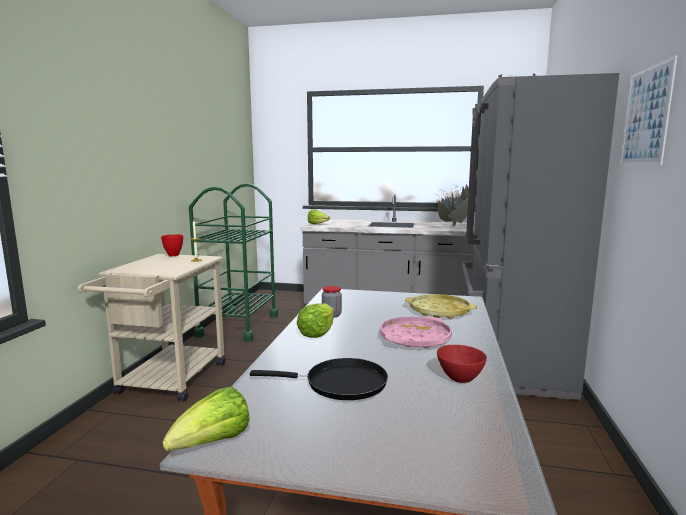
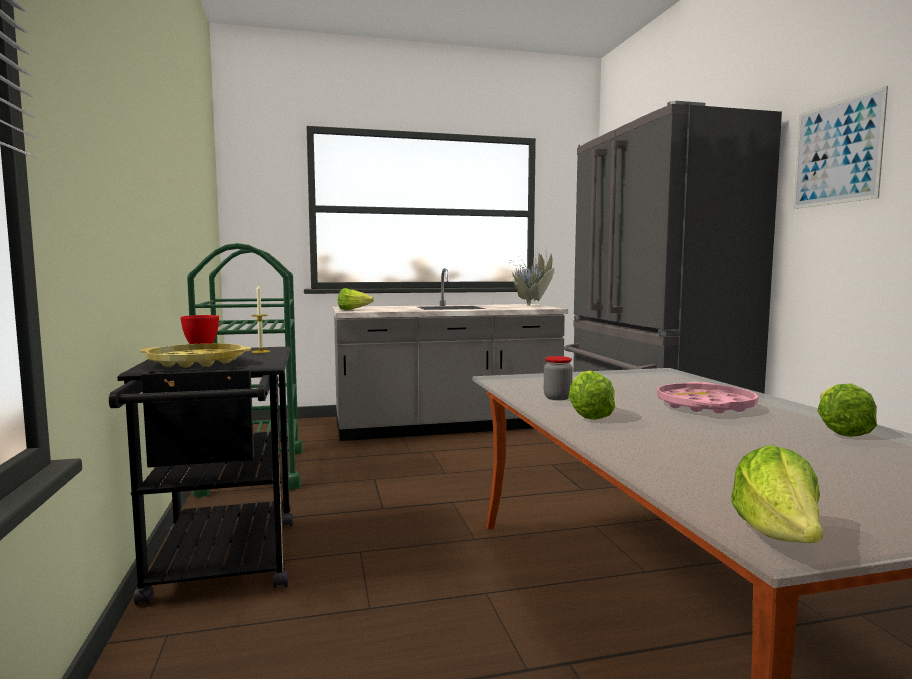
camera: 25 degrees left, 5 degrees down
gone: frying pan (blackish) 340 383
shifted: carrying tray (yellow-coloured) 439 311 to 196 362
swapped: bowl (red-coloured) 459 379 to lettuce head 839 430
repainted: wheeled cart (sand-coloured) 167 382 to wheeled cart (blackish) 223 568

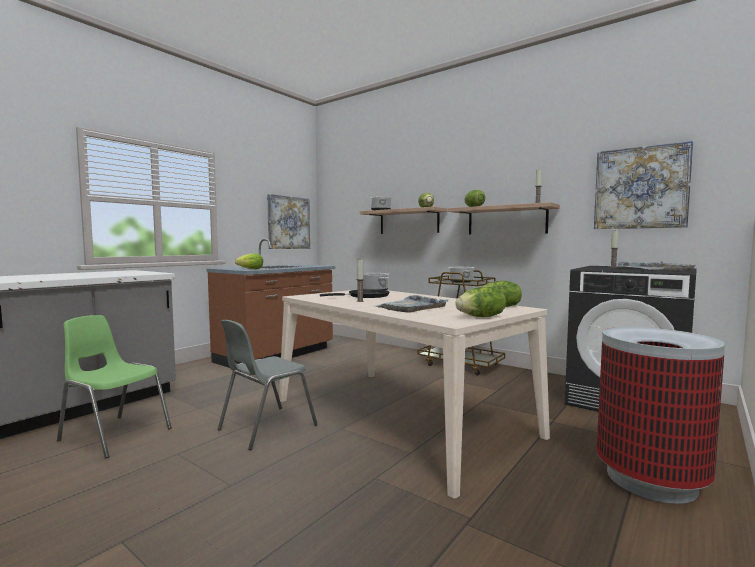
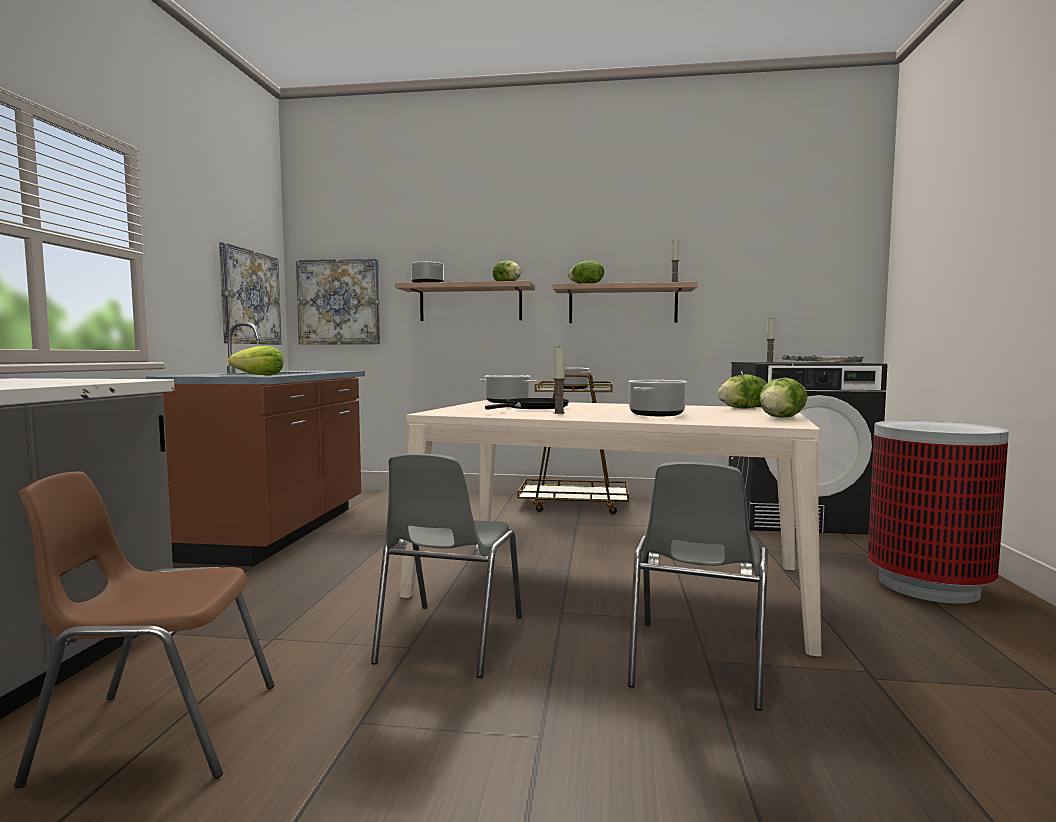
camera: 30 degrees left, 0 degrees up
new: upright chair (gray) 696 663
shifted: wall art 640 188 to 339 302
swapped: carrying tray (gray) 411 307 to stockpot 656 414
repainted: upright chair (greenish) 114 434 to upright chair (brown) 157 732

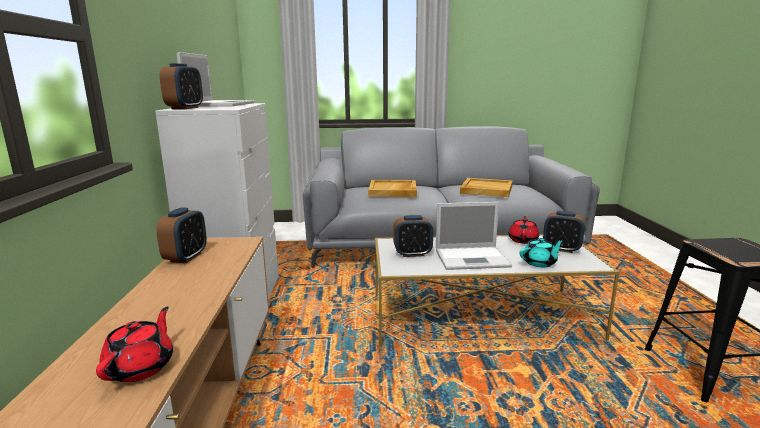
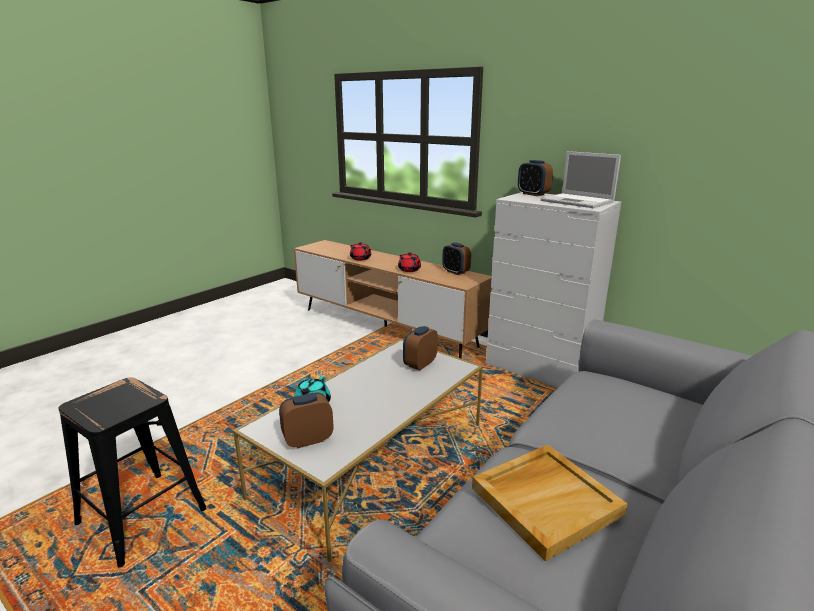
camera: 130 degrees right, 5 degrees up
gone: carrying tray (sand-coloured) 393 191; laptop 473 258
shifted: tea pot (red-coloured) 523 240 to 409 270

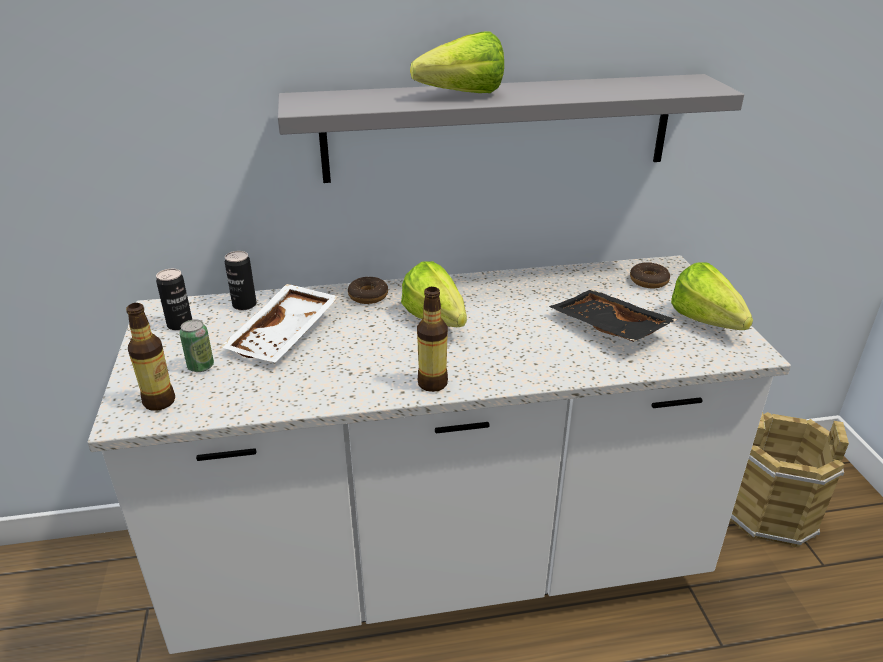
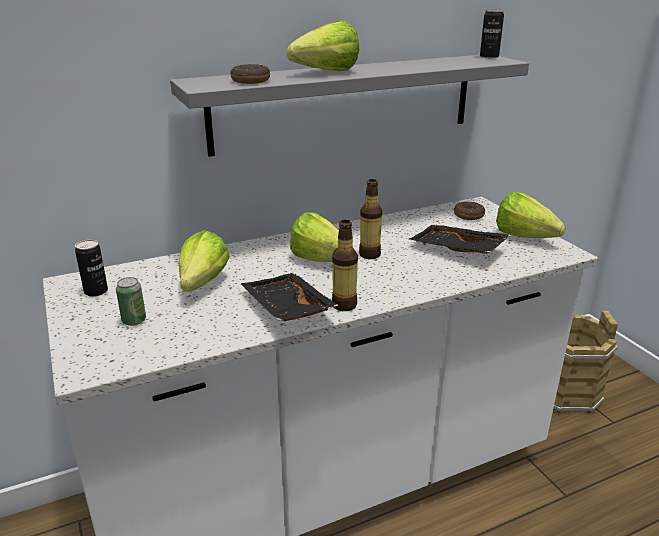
camera: 15 degrees left, 5 degrees down
new: carrying tray (blackish) 285 308
shifted: beverage bottle 159 401 to 369 254; metal can 244 305 to 489 57; doughnut 368 296 to 250 81
swapped: carrying tray (whitish) 285 335 to lettuce head 199 287

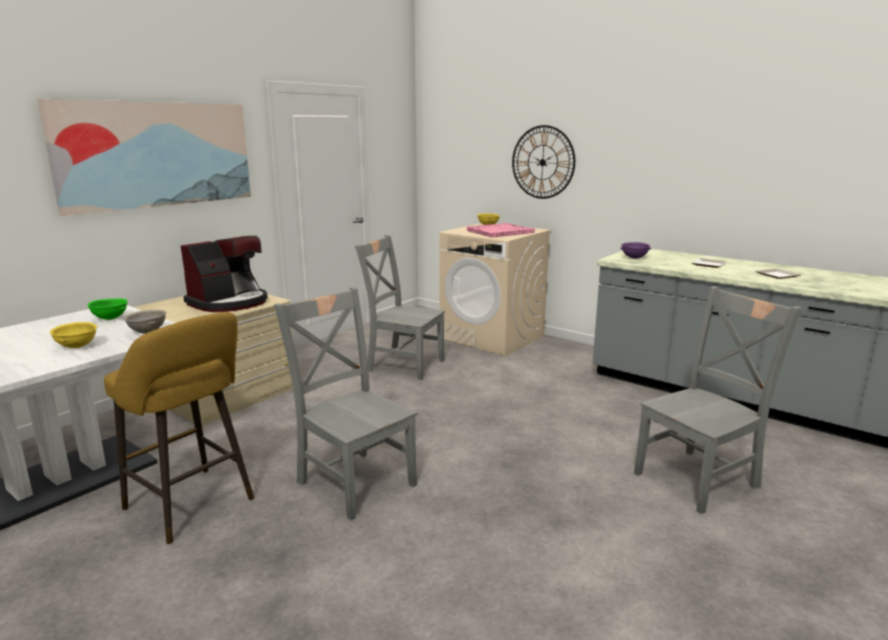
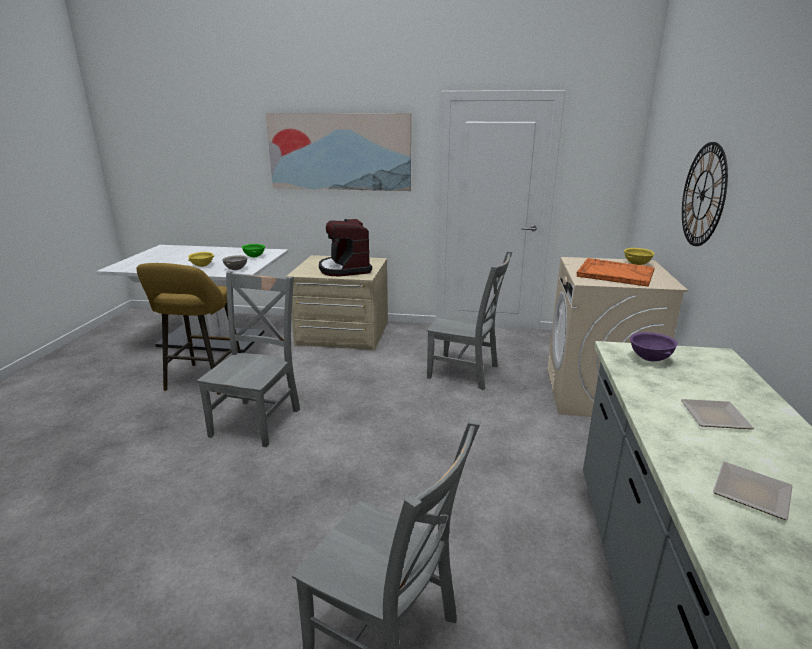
camera: 60 degrees right, 5 degrees up
repainted: carrying tray (pink-coloured) 499 232 to carrying tray (orangey) 614 274
rotated: coffee machine 229 302 = 345 269 60 degrees clockwise; upright chair (gray) 403 365 = 466 372 120 degrees clockwise

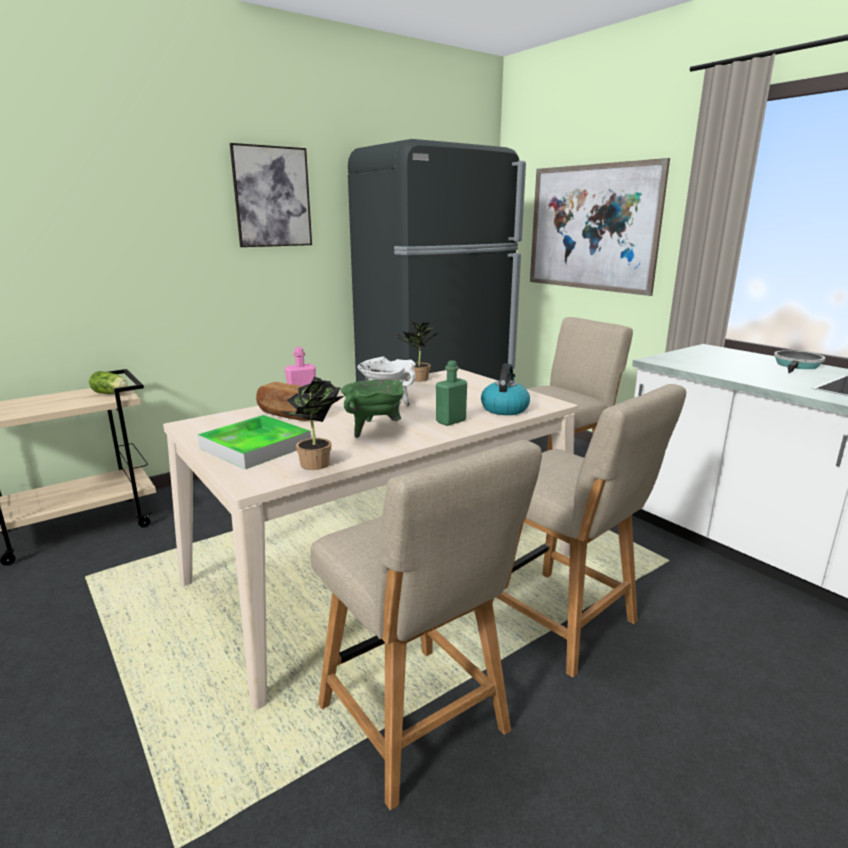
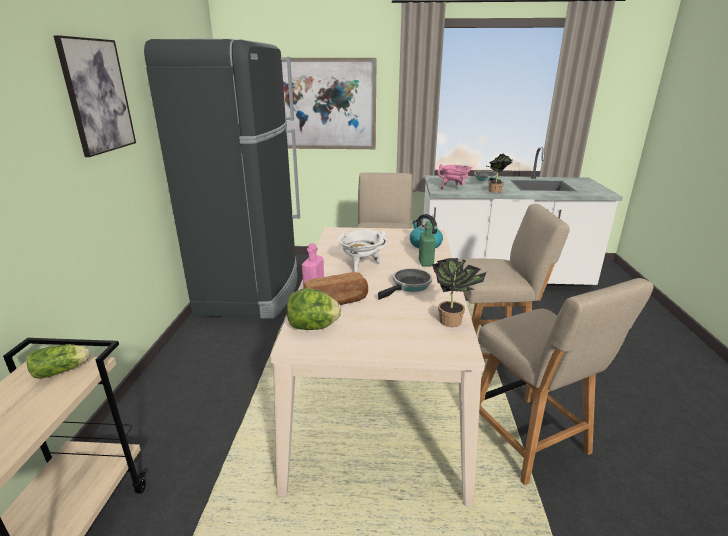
camera: 50 degrees left, 5 degrees up
gone: carrying tray 255 447
new: lettuce head 313 327; stockpot (pink-coloured) 454 188
shifted: plant in a pot 416 379 to 495 191
swapped: stockpot (greenish) 374 429 to frying pan 410 286
rotated: upright chair (sand-coloured) 417 724 = 530 441 60 degrees clockwise

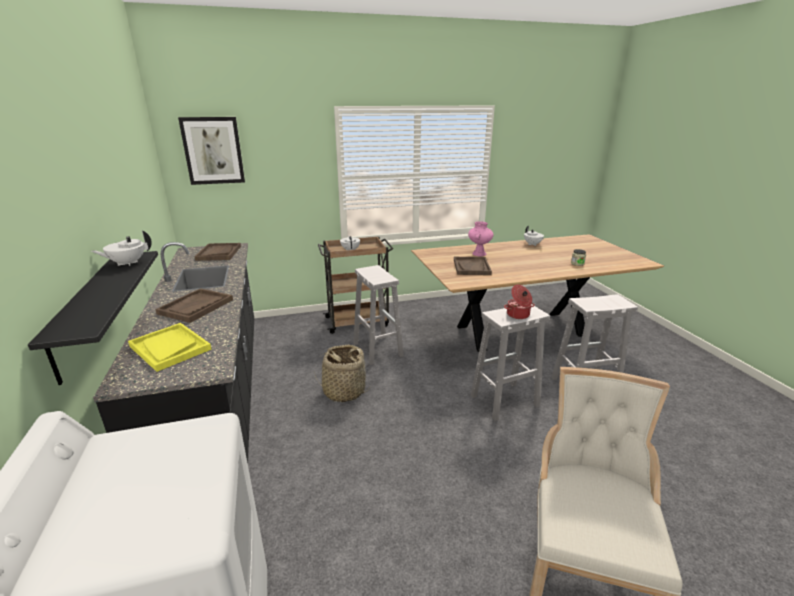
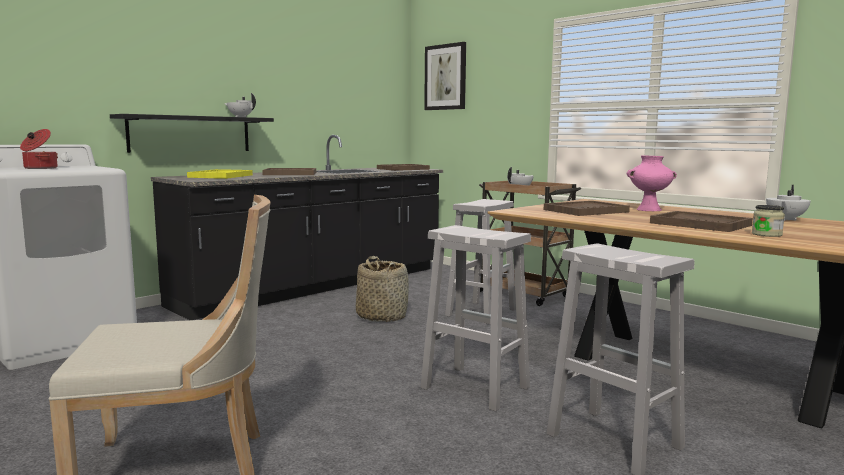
camera: 60 degrees right, 15 degrees down
new: carrying tray (brown) 700 224
shifted: stockpot 518 315 to 39 168

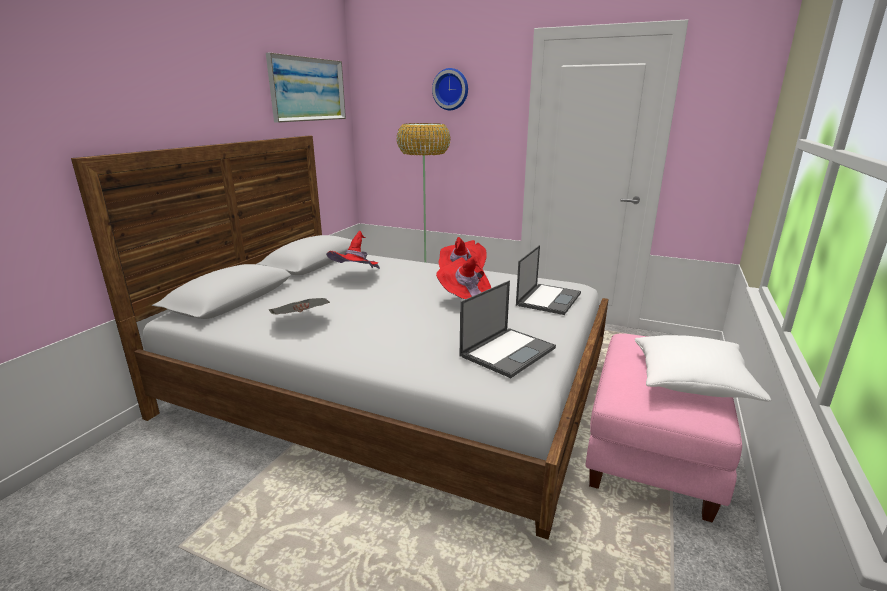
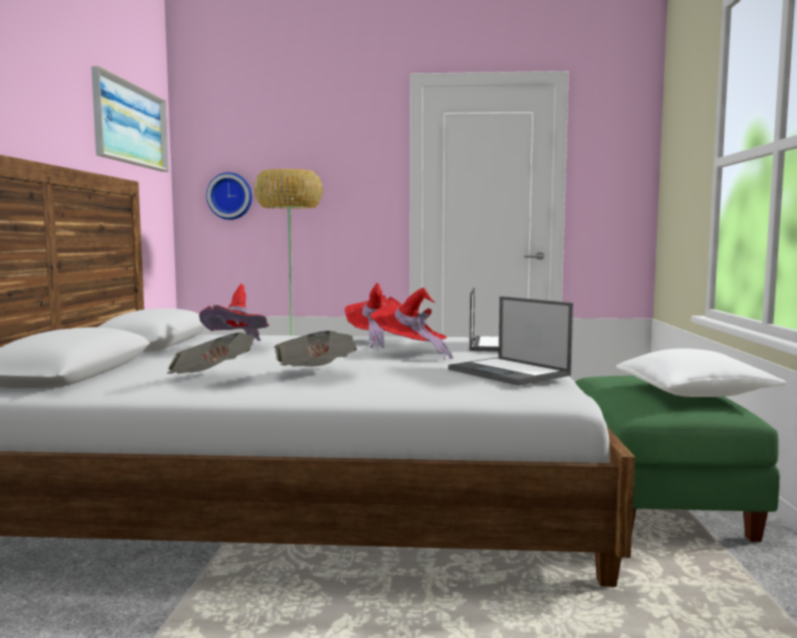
camera: 20 degrees left, 15 degrees down
new: printed paper 315 374
shifted: hanging clock 451 89 to 230 196
repainted: footrest (pink-coloured) 649 450 to footrest (greenish) 654 499
rotated: laptop 508 351 = 510 372 120 degrees clockwise

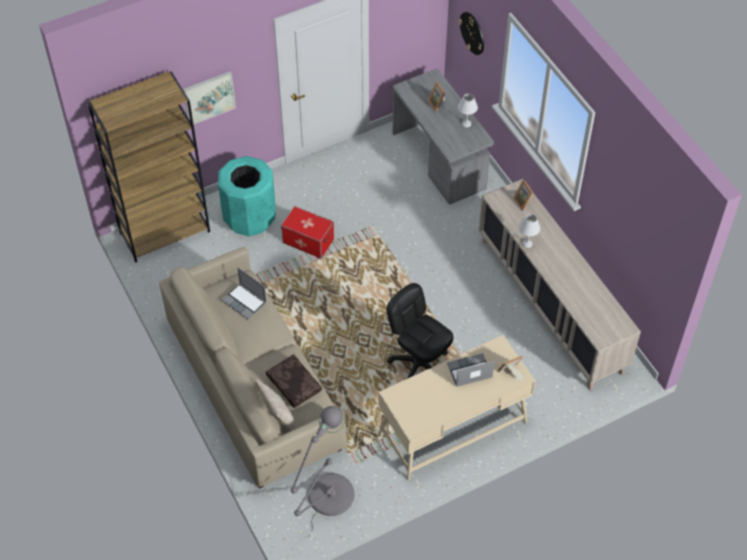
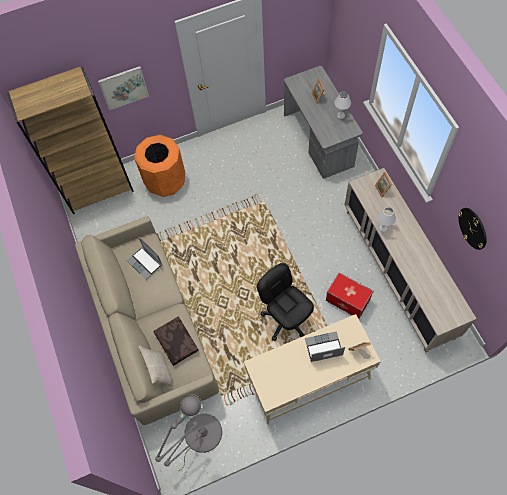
camera: 10 degrees right, 10 degrees up
shifted: storage bin 308 241 to 347 300; hanging clock 472 33 to 473 228
repainted: rubbish bin (turquoise-coloured) 250 218 to rubbish bin (orangey) 165 181

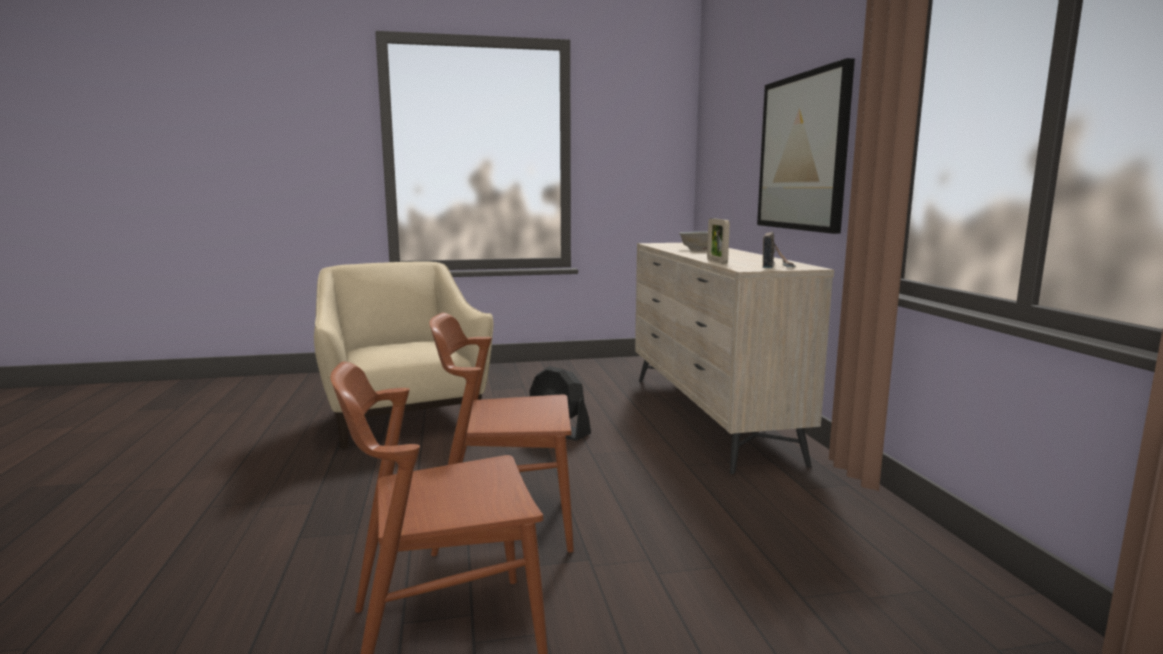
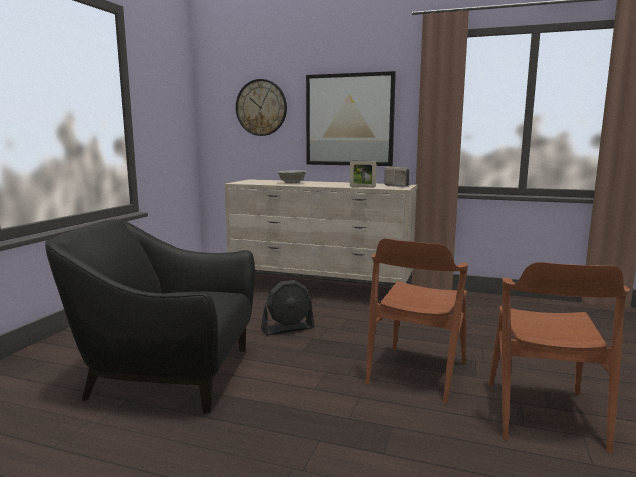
camera: 60 degrees left, 0 degrees up
new: hanging clock 261 107
repainted: easy chair (sand-coloured) 403 417 to easy chair (blackish) 168 375

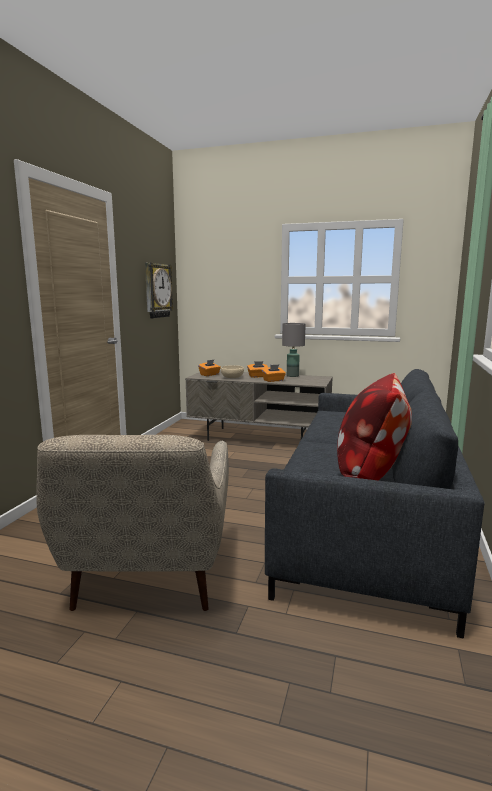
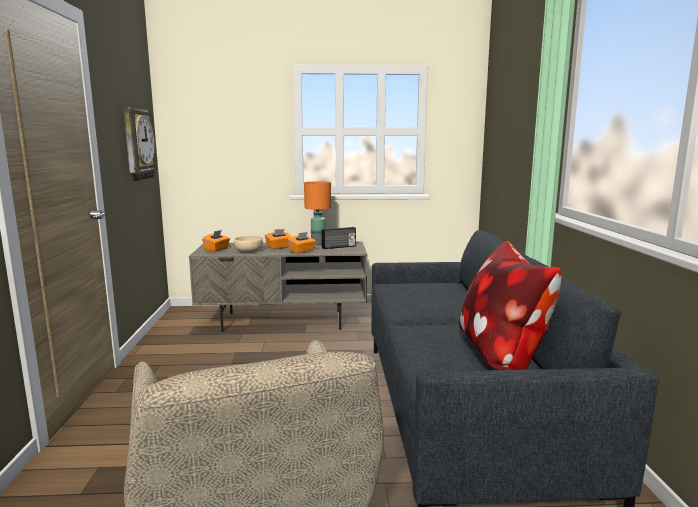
camera: 20 degrees left, 0 degrees up
new: radio receiver 339 247
repainted: table lamp (gray) 292 376 to table lamp (orangey) 318 243

